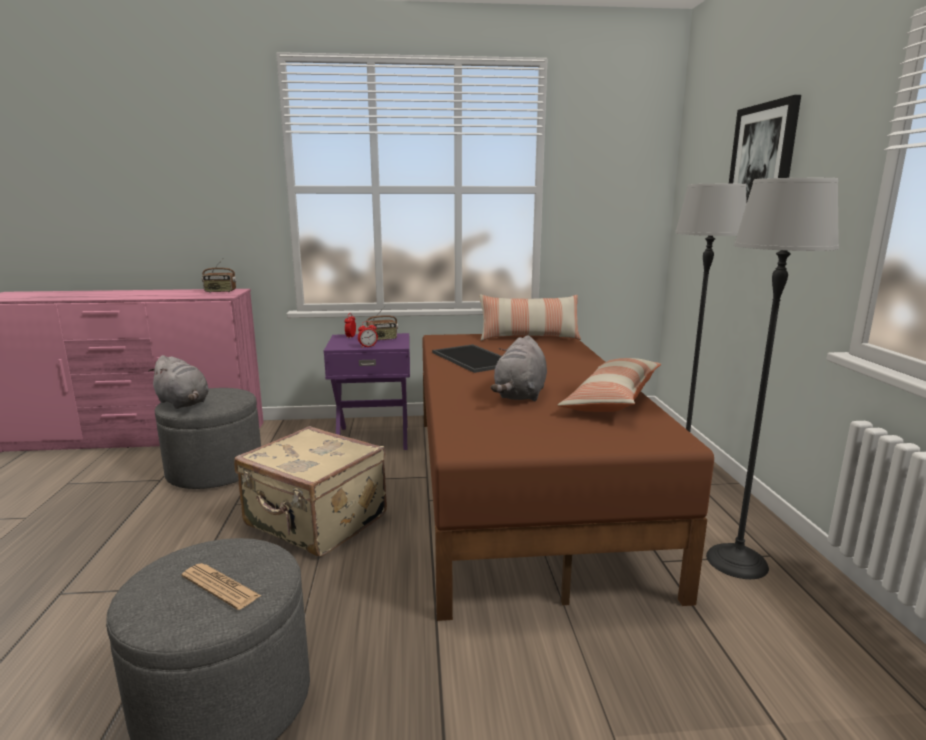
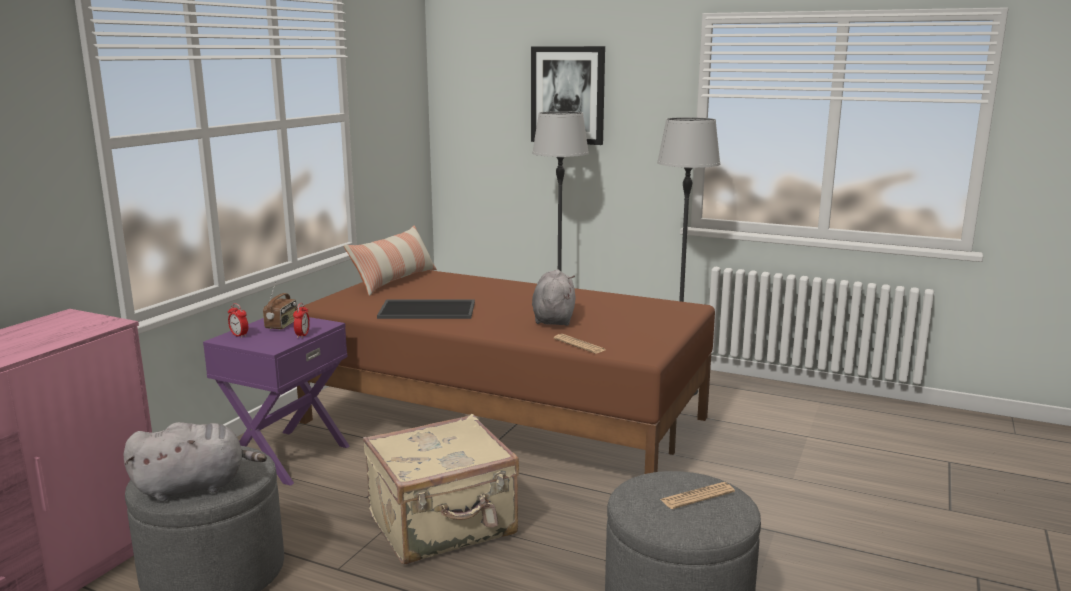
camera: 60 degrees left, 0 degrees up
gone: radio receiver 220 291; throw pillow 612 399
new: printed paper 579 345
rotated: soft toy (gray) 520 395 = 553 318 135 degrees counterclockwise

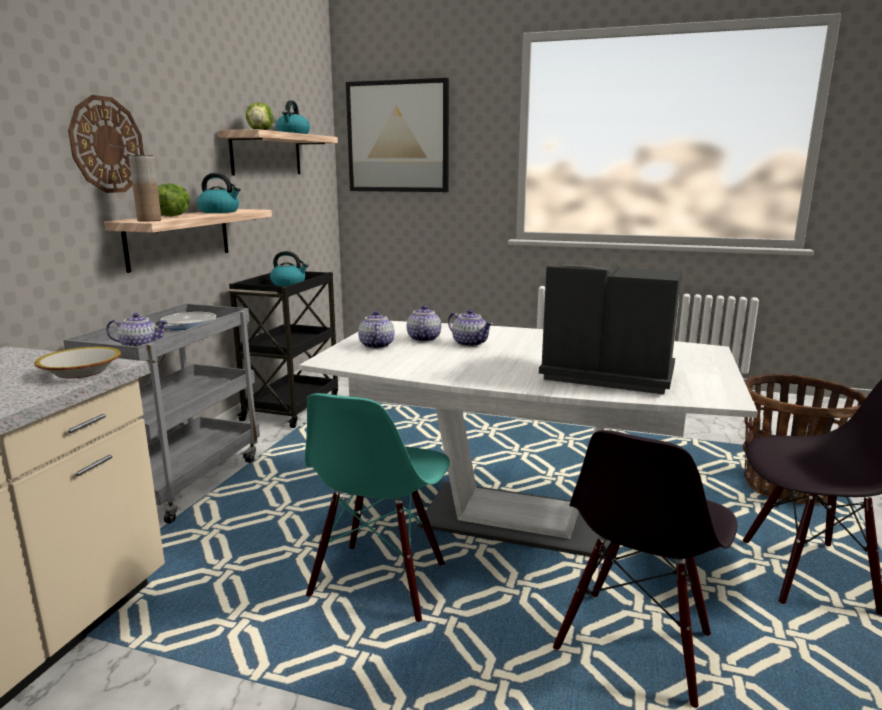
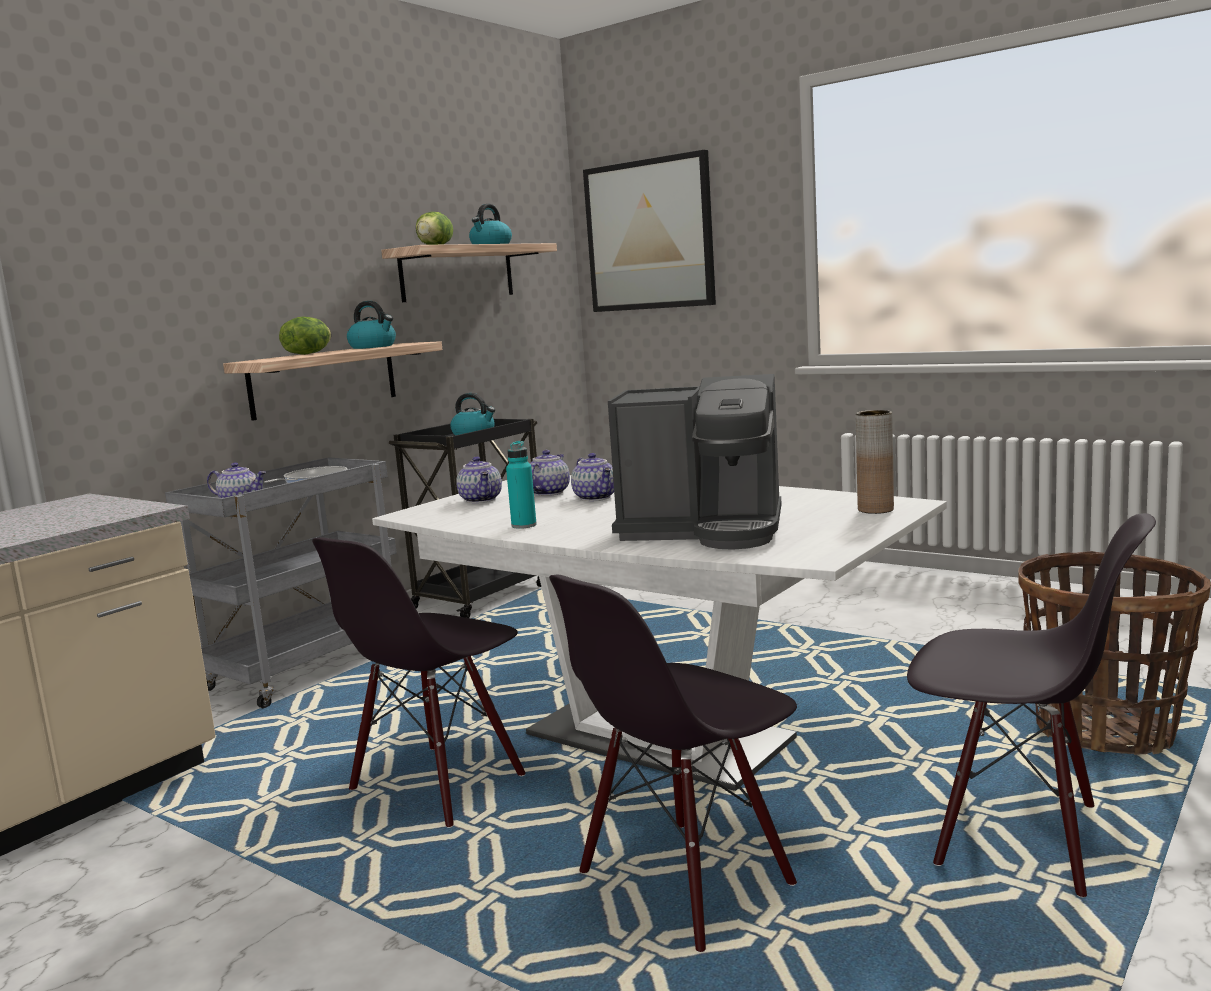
camera: 20 degrees right, 5 degrees down
gone: bowl 82 372; hanging clock 107 145
new: beverage bottle (turquoise-coloured) 524 525
shifted: flower vase (brown) 149 220 to 875 510
repainted: upright chair (turquoise-coloured) 379 582 to upright chair (blackish) 438 785
rotated: tea pot 375 345 = 482 500 150 degrees clockwise; coffee machine 604 374 = 705 530 150 degrees clockwise

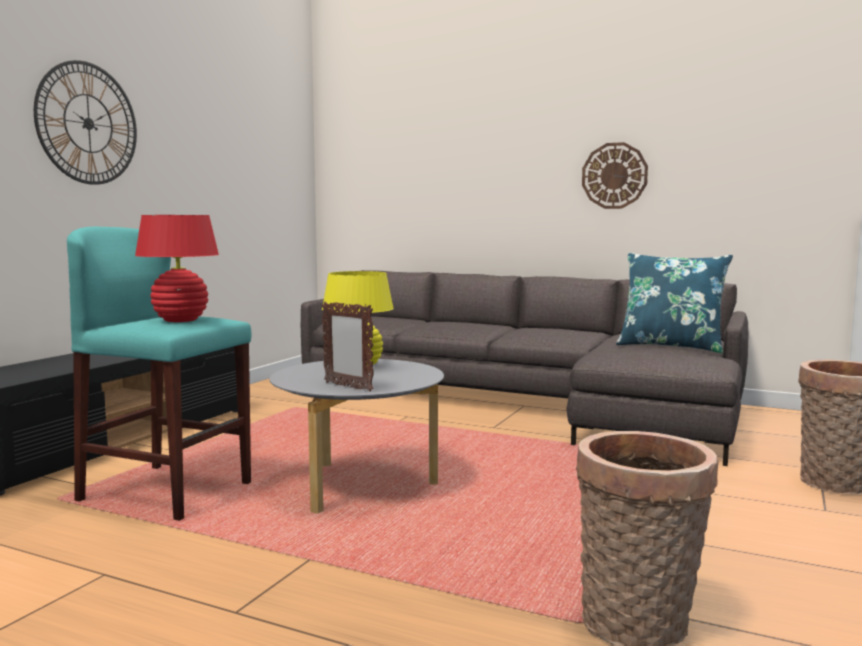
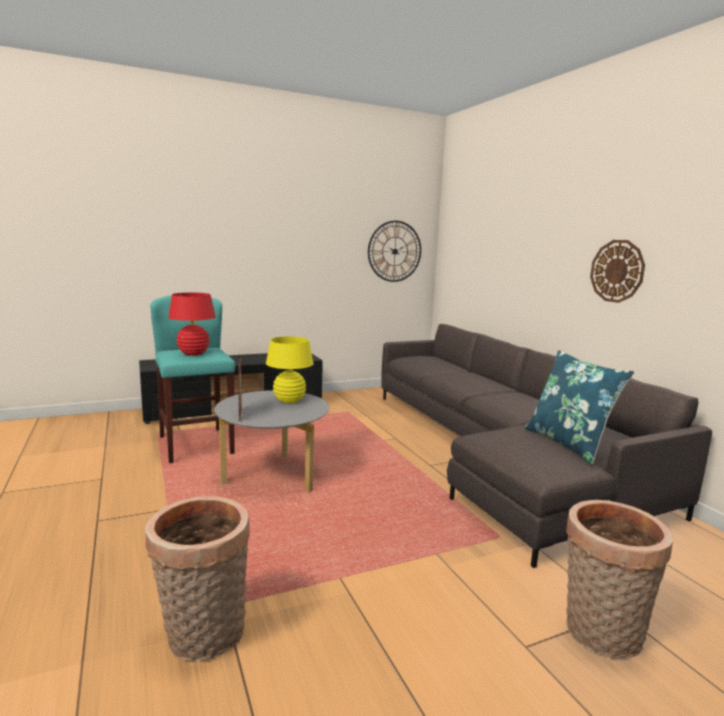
camera: 40 degrees right, 5 degrees up
shifted: hanging clock 88 123 to 395 251

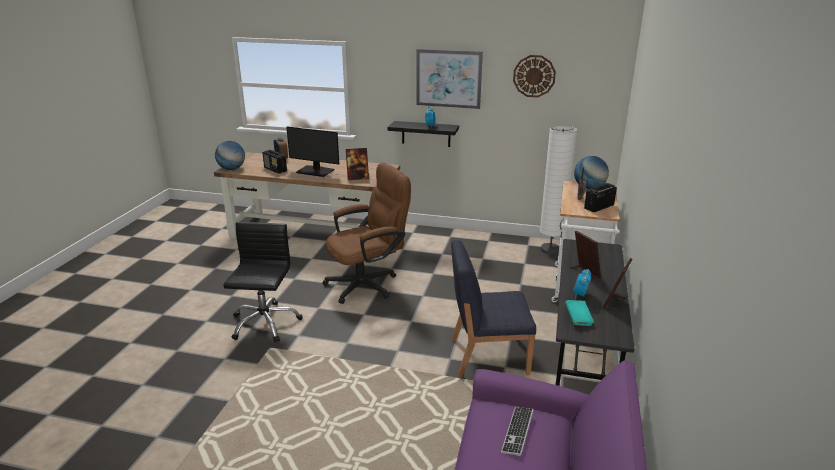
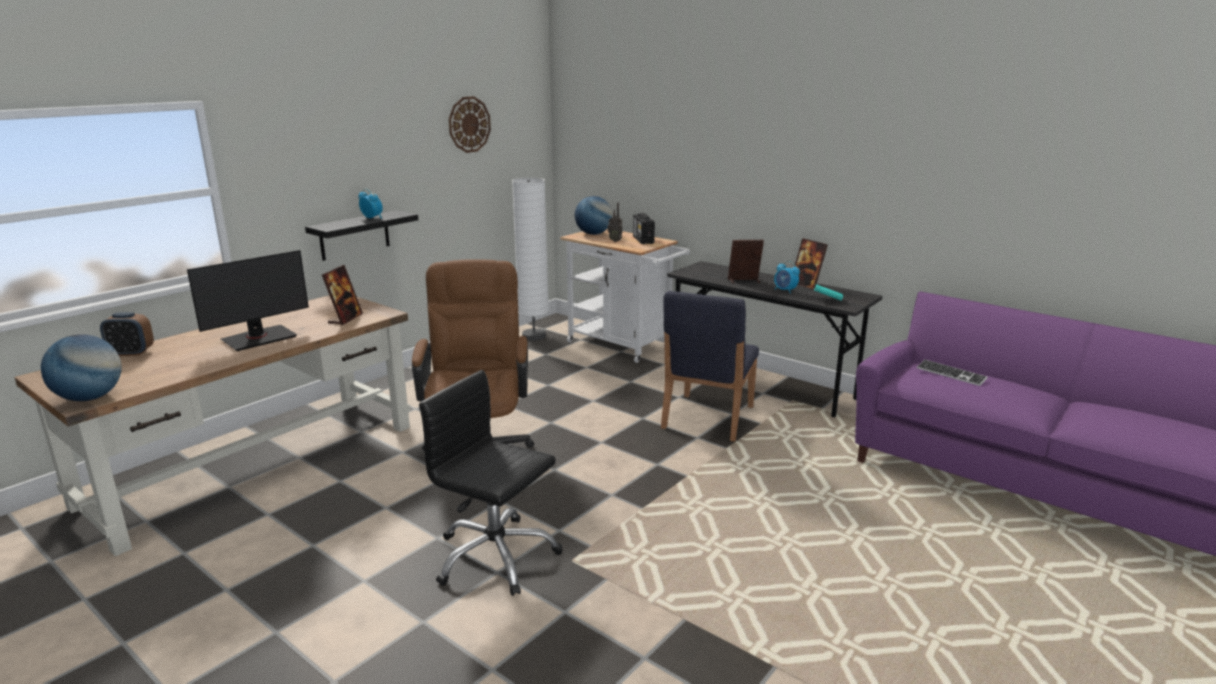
camera: 65 degrees left, 5 degrees down
gone: radio receiver 275 169; wall art 448 78

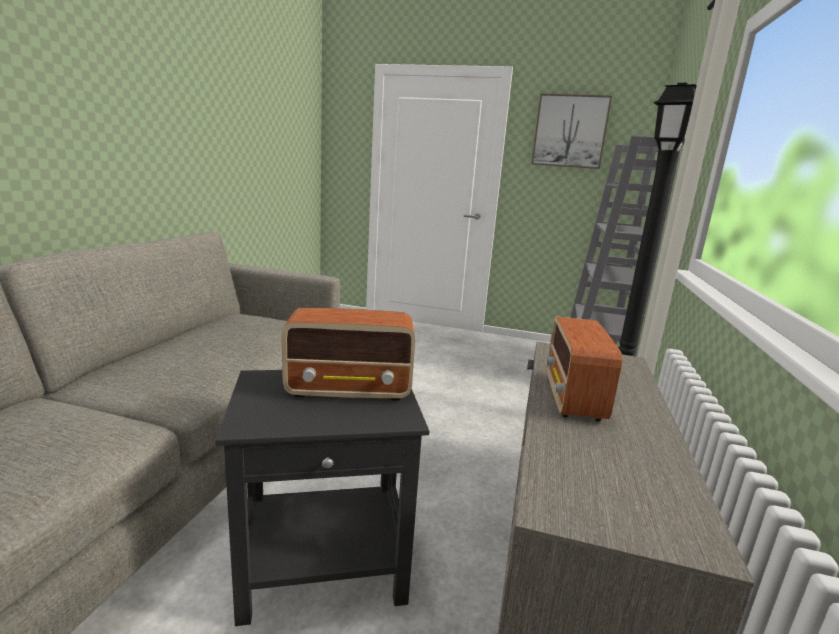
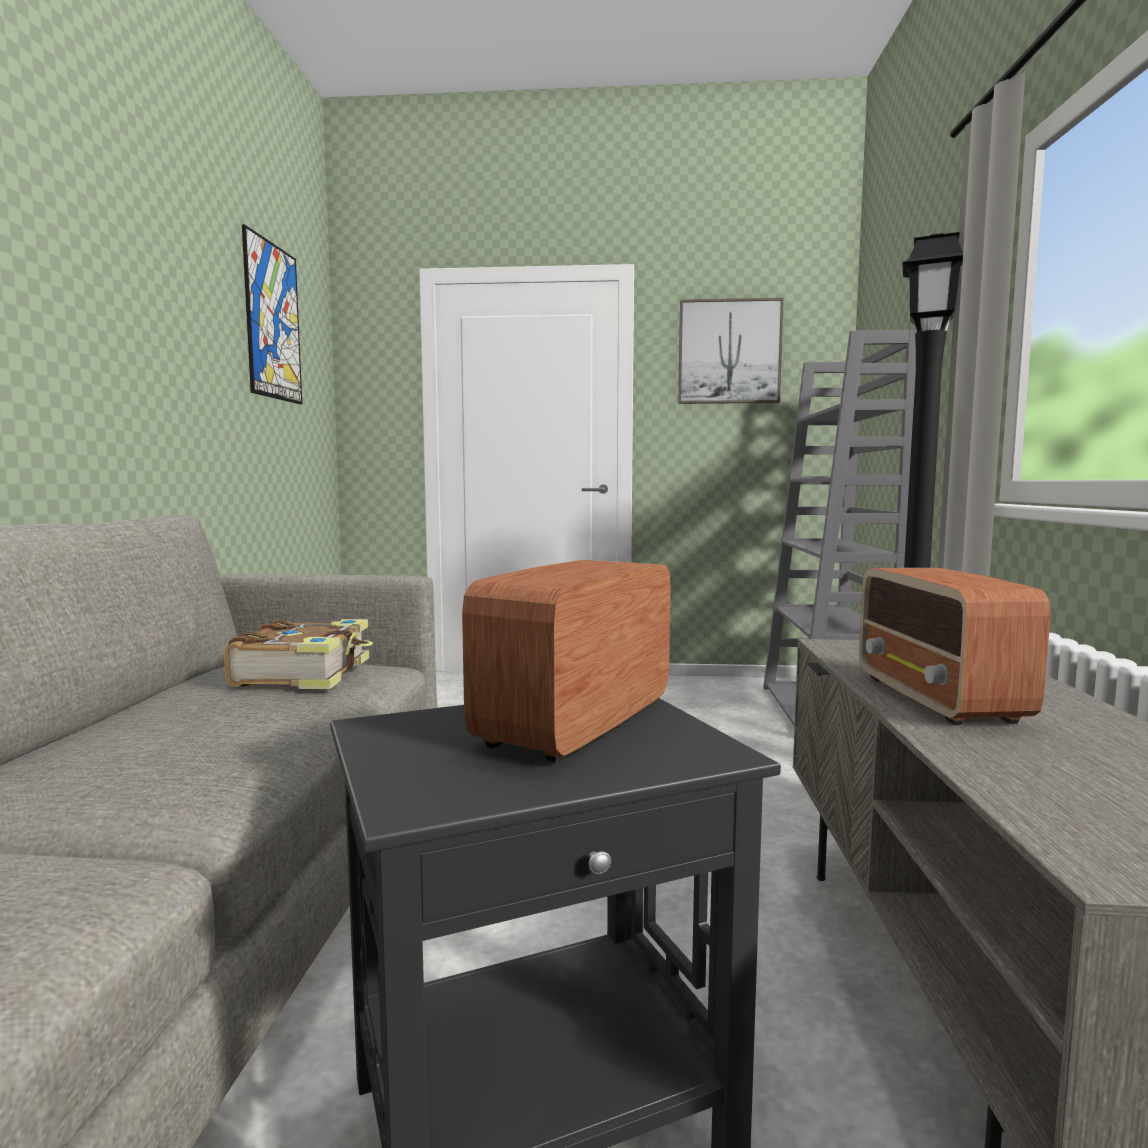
camera: 10 degrees left, 10 degrees down
new: volume 306 673; wall art 273 321
rotated: radio receiver 350 390 = 575 723 135 degrees clockwise

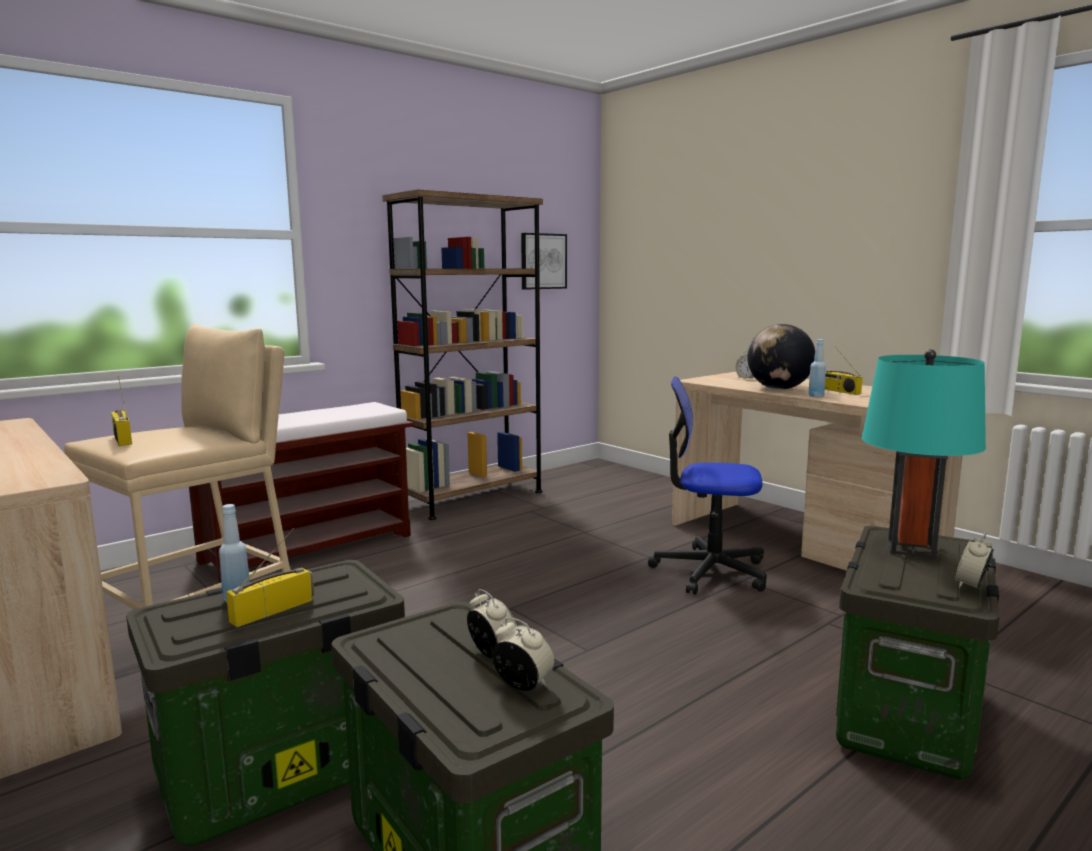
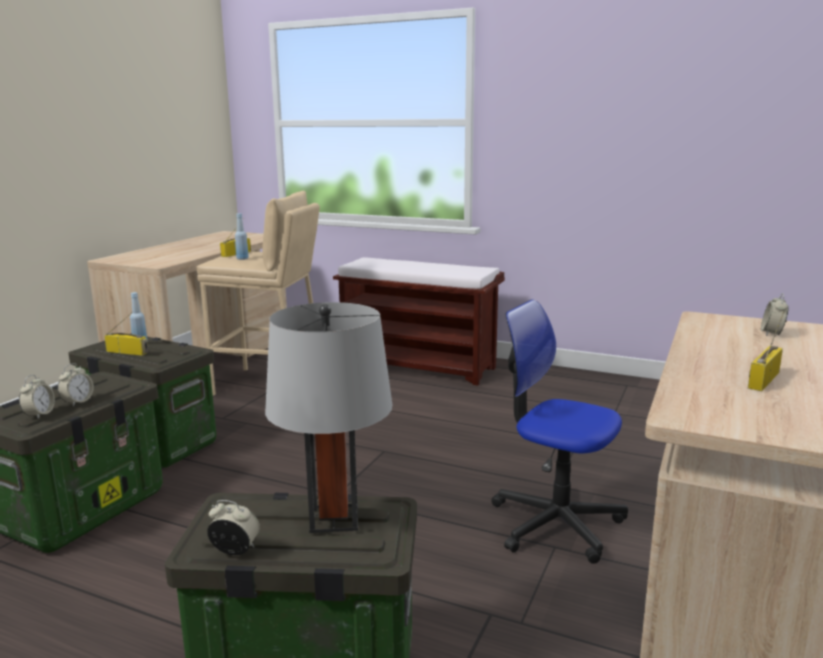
camera: 65 degrees right, 5 degrees up
gone: bookshelf (brown) 472 498; wall art 543 261; world globe 778 389
shifted: beverage bottle (blue) 816 396 to 242 259
repainted: table lamp (turquoise-coloured) 911 548 to table lamp (gray) 334 519
rotated: desk chair 710 571 = 556 523 45 degrees counterclockwise

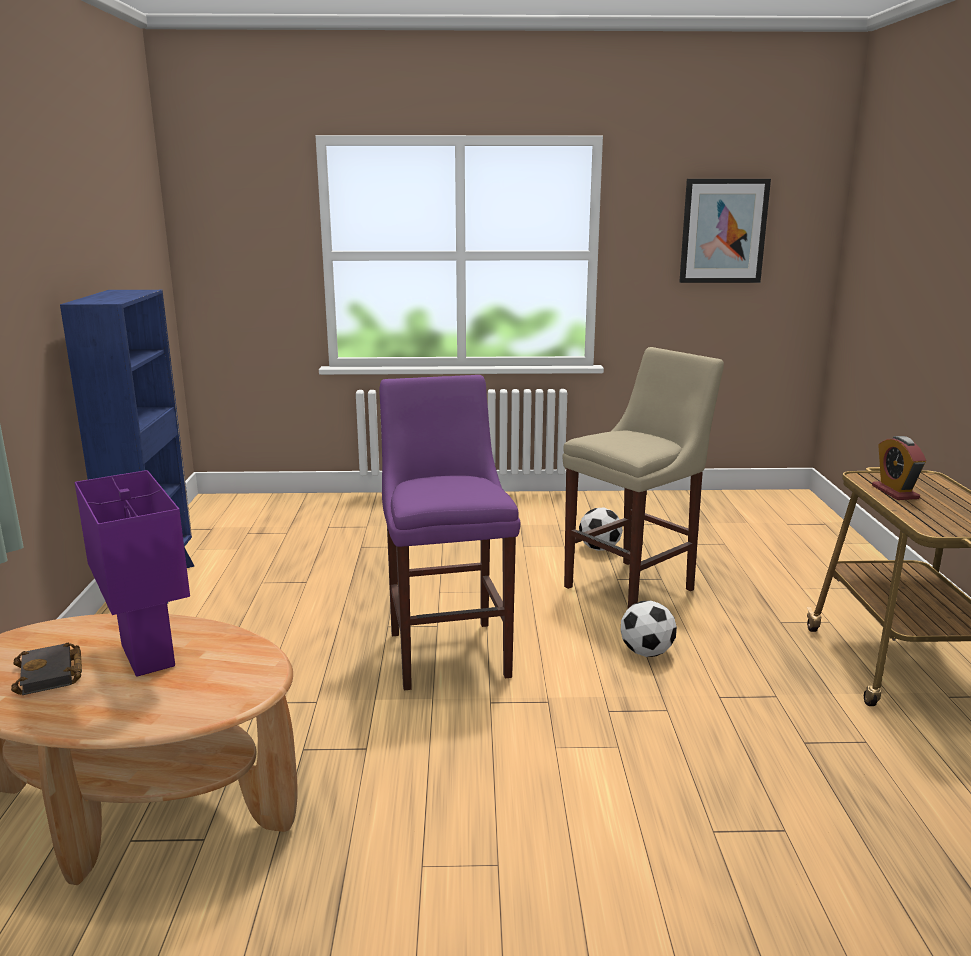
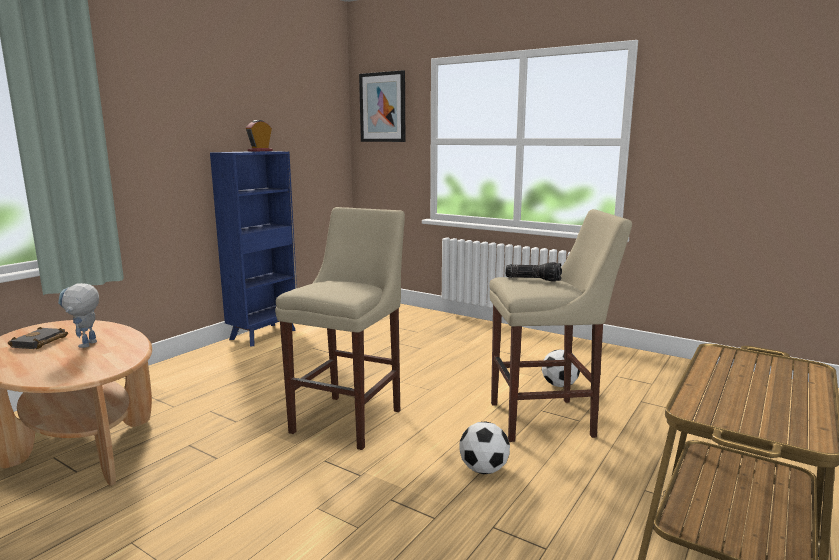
camera: 35 degrees right, 5 degrees down
new: hand torch 533 279
shifted: wall art 723 231 to 383 107; alarm clock 895 492 to 260 151
swapped: table lamp (purple) 148 655 to robot figure 86 346
repainted: stool (purple) 448 650 to stool (sand-coloured) 350 418

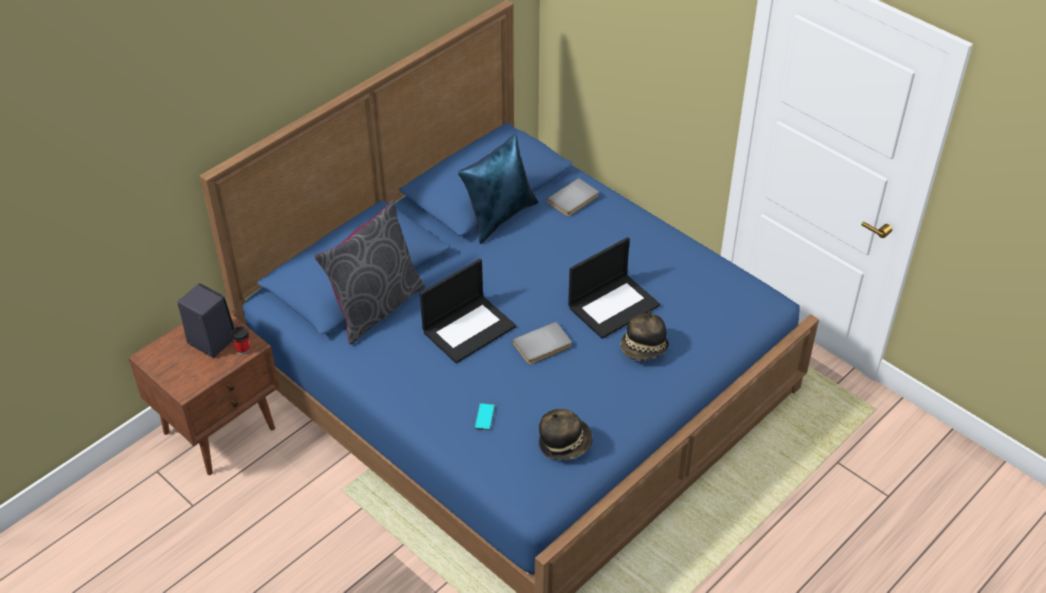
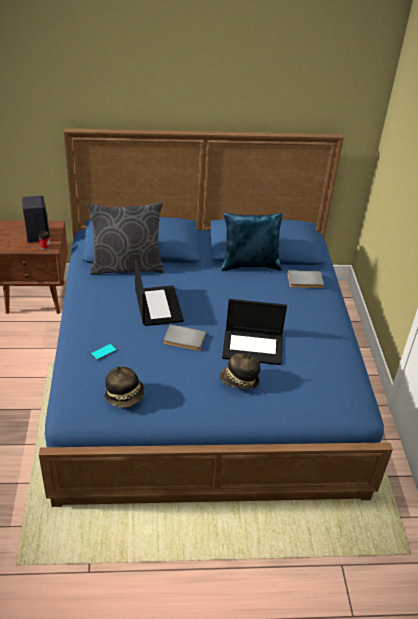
camera: 40 degrees right, 5 degrees down
rotated: laptop 469 328 = 157 305 105 degrees counterclockwise

